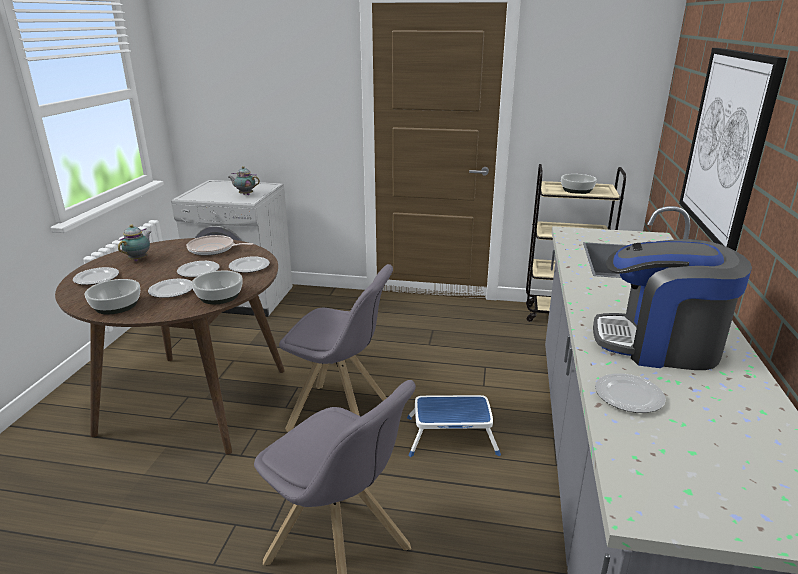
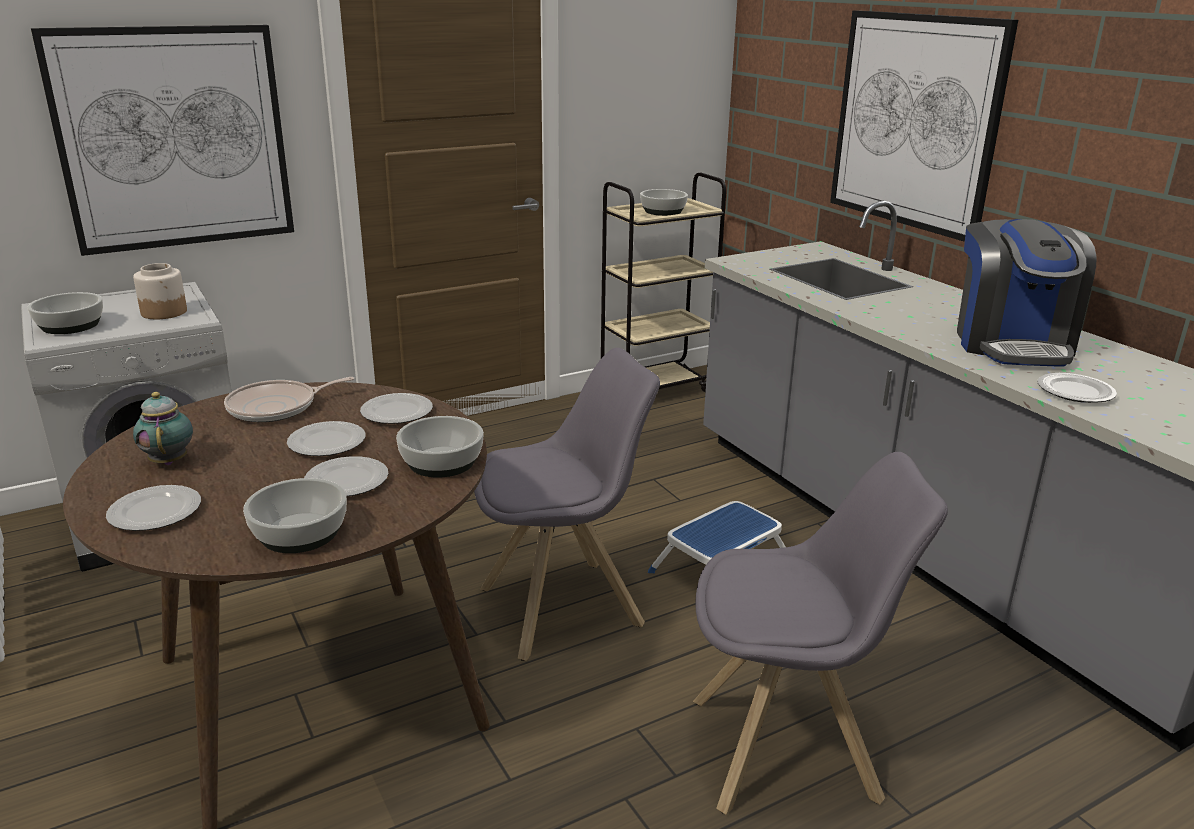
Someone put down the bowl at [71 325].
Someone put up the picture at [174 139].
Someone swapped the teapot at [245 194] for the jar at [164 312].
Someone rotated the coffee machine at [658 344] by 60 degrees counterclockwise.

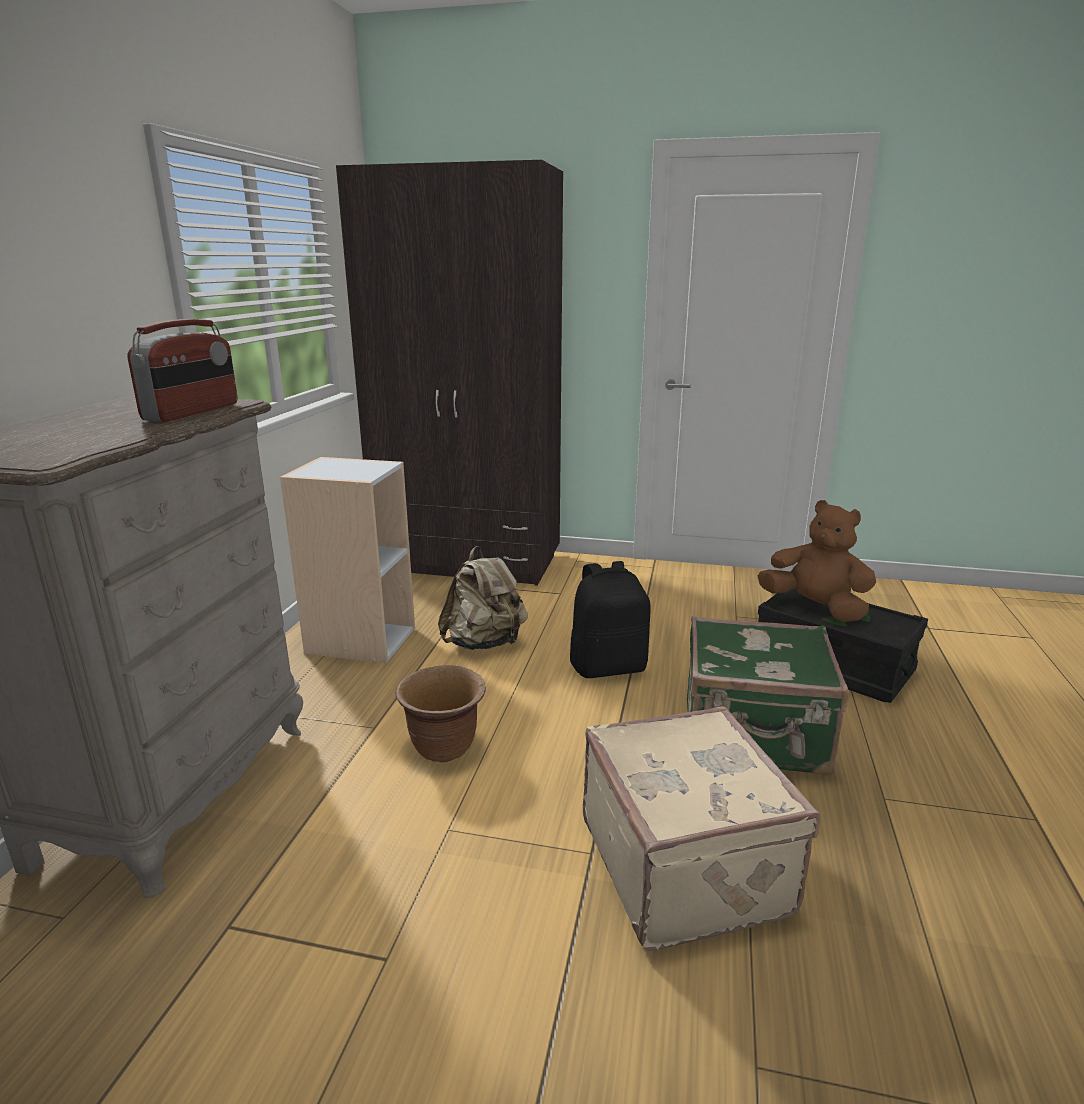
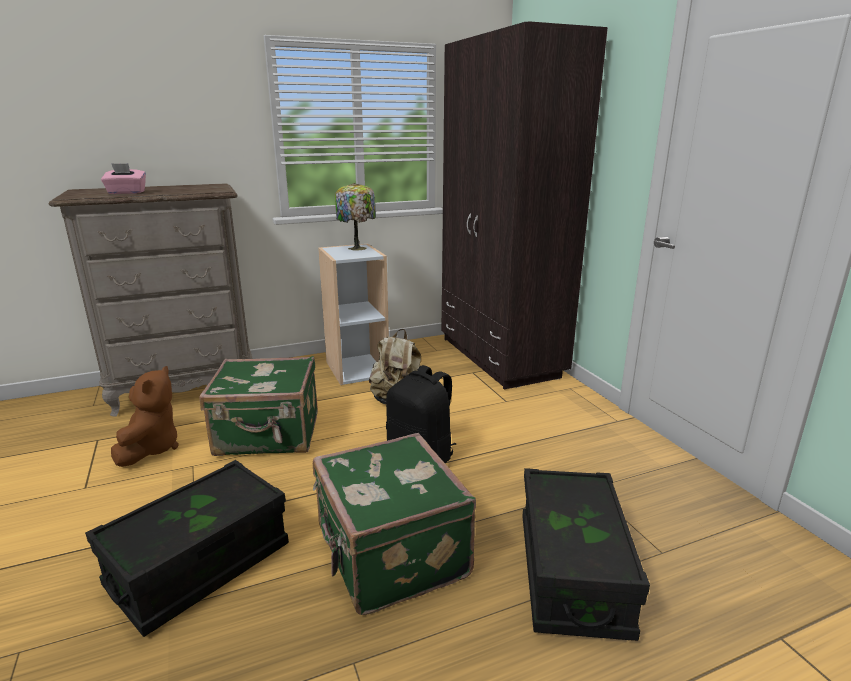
Someone took away the radio at [193 412].
Someone put down the pink tissue box at [126 193].
Someone put down the table lamp at [358 248].
Someone carried the brown plush toy from [815 607] to [151 448].
Someone swapped the brown planter at [444 747] for the green suitcase at [268 435].
Someone swapped the beige suitcase at [686 865] for the black storage box at [200 566].

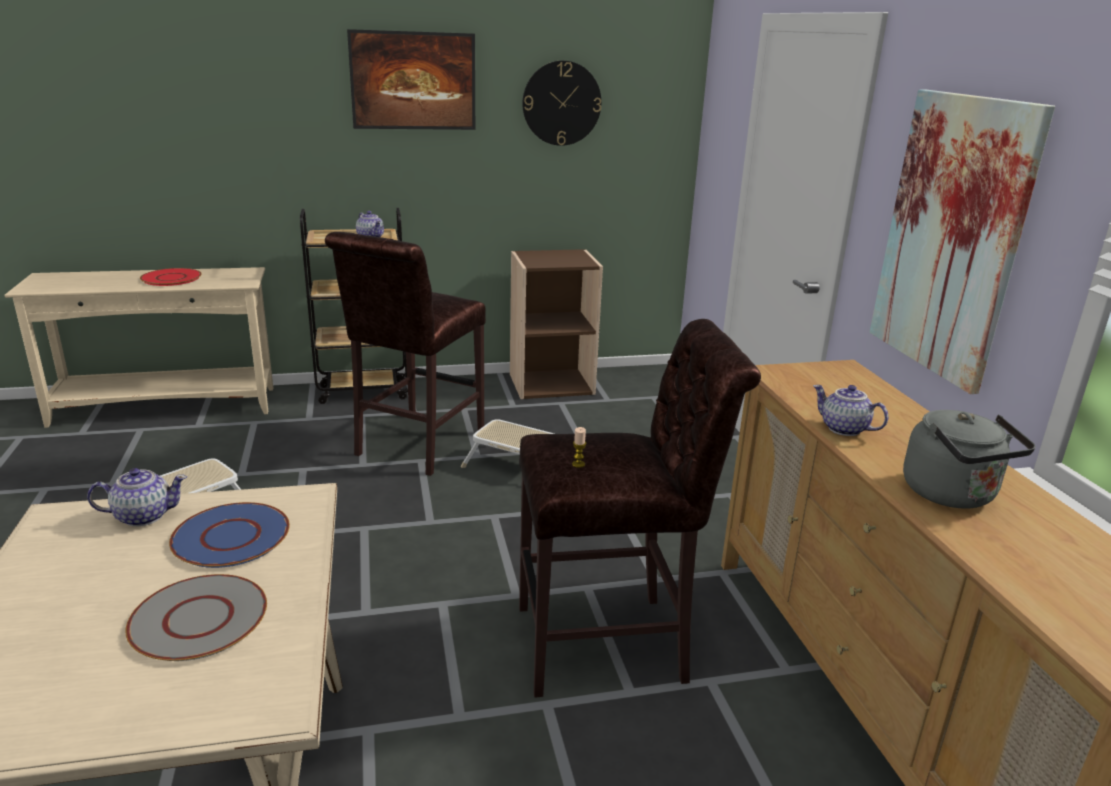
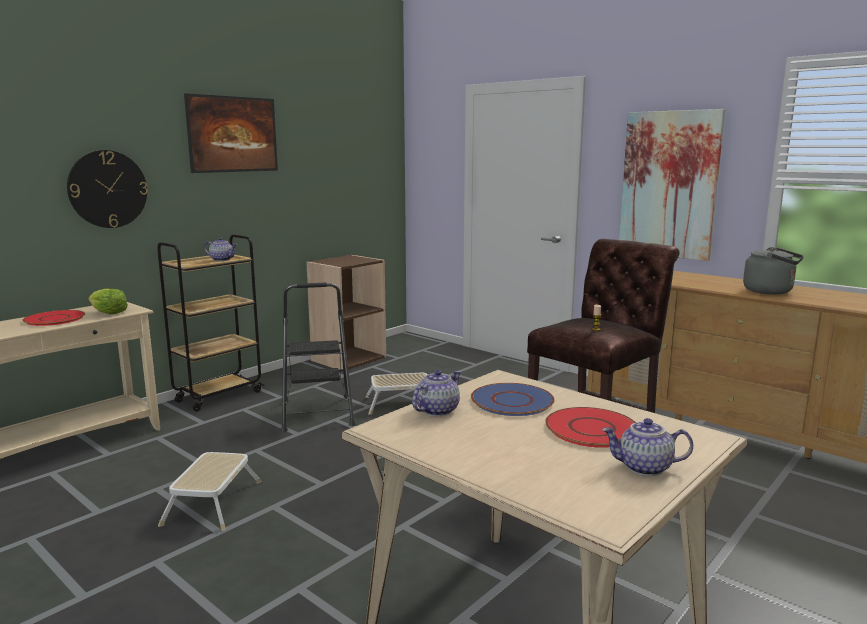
Someone put down the lettuce at [108 313].
Someone carried the wall clock from [561 103] to [108 189].
Someone carried the teapot from [843 429] to [644 468].
Someone swapped the brown stool at [415 446] for the black step ladder at [317 413].
Someone repainted the grey plate at [199 618], which became the red plate at [591 428].

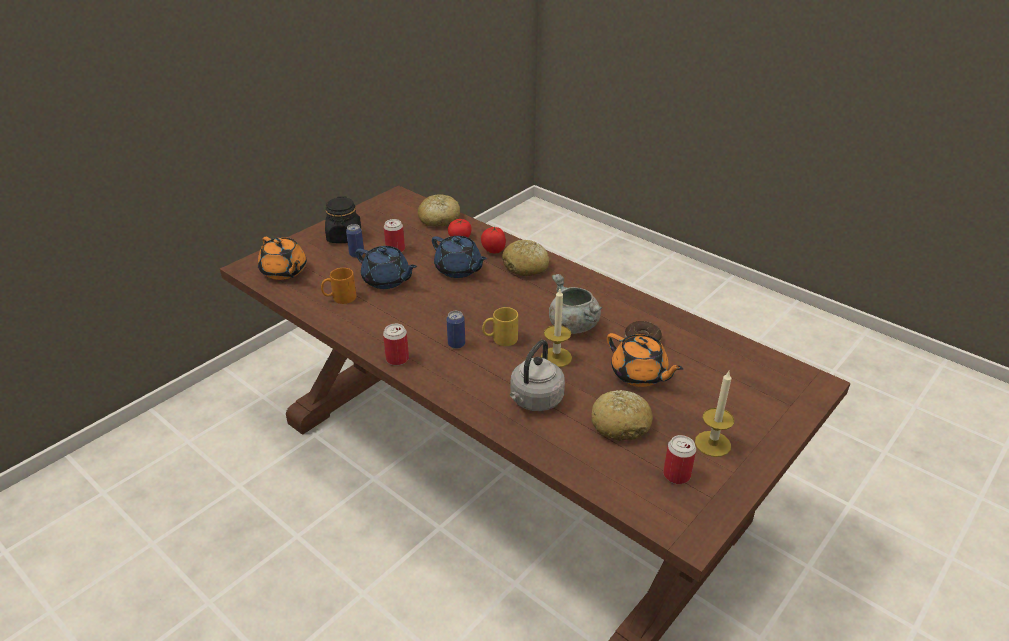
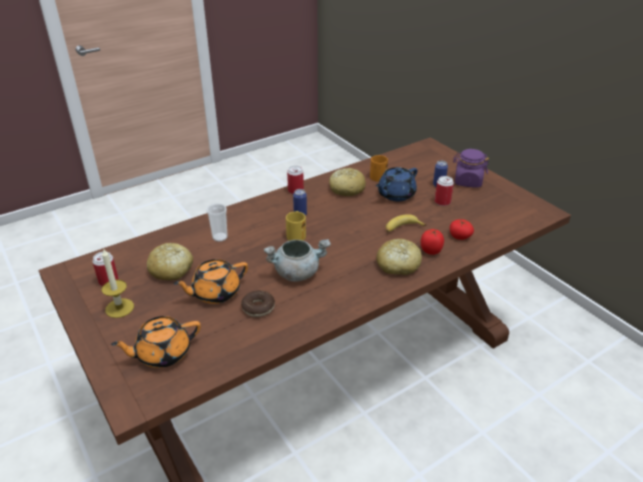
Someone took away the candle at [556 357].
Someone carried the orange teapot from [284 272] to [162 353].
Someone carried the bread from [439 219] to [346 189].
Someone swapped the blue teapot at [459 270] for the banana at [402 228].
Someone swapped the grey kettle at [535 401] for the cup at [220 237].
Someone repainted the black jar at [344 237], which became the purple jar at [467 181].

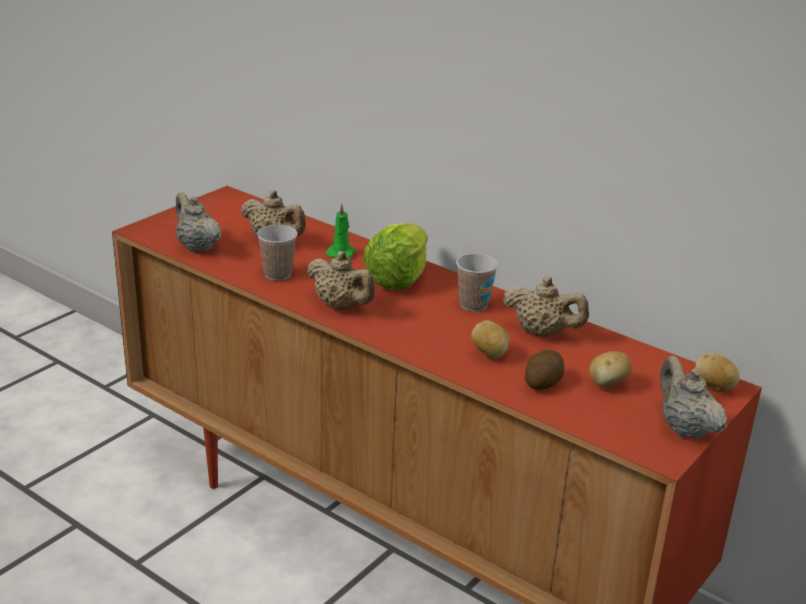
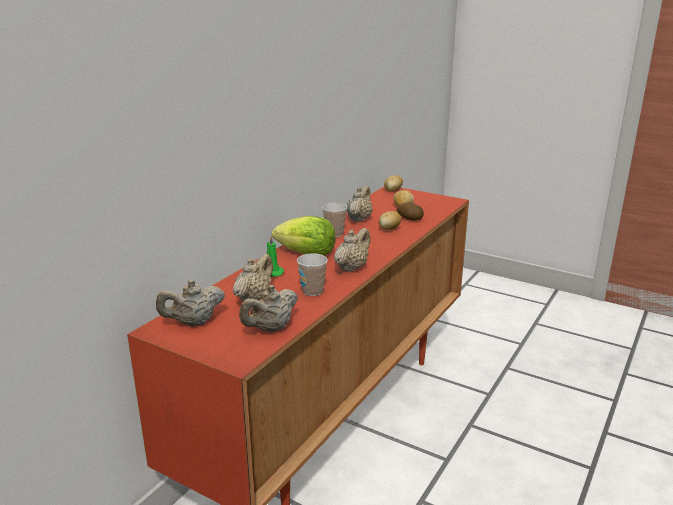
Someone carried the beige teapot from [684 428] to [193 322].

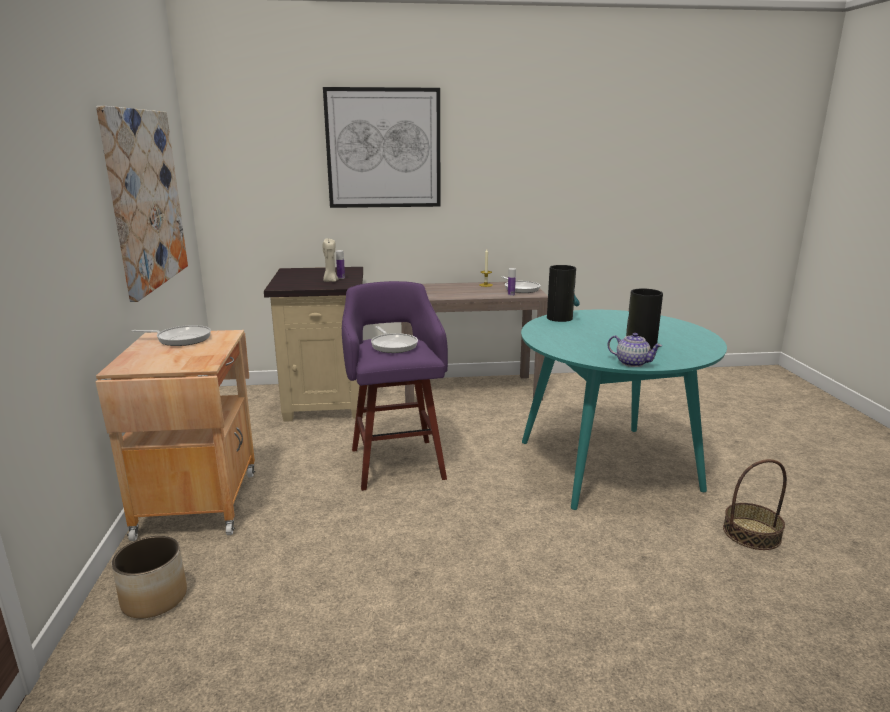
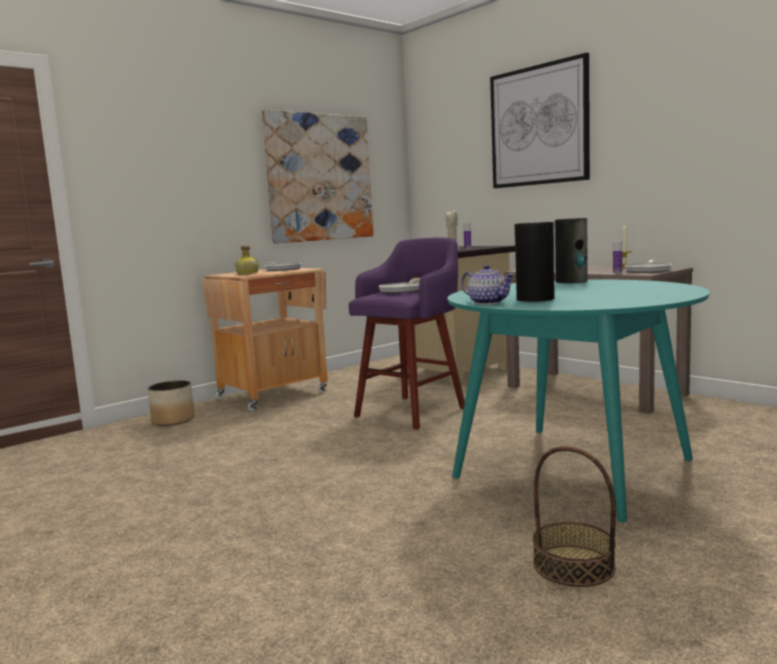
Someone put down the bottle at [247 273].
Someone rotated the teapot at [632 363] by 45 degrees counterclockwise.

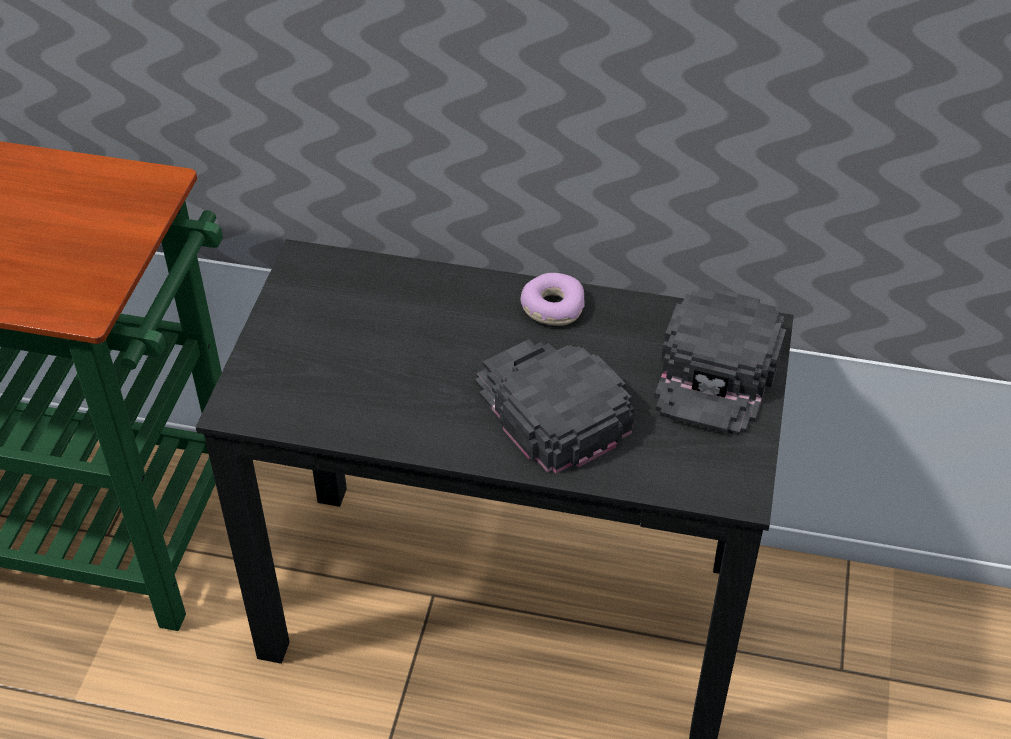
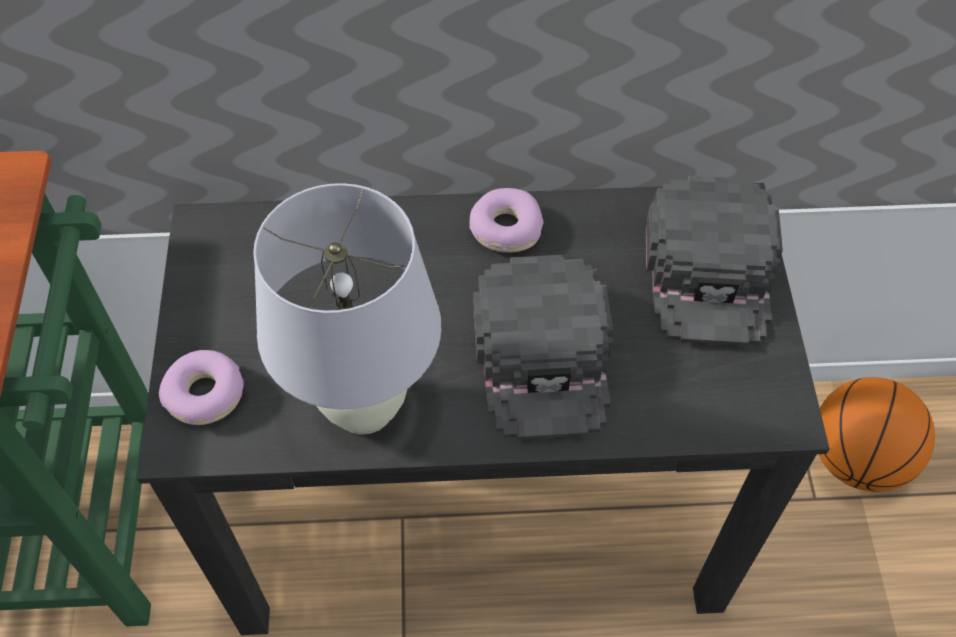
Someone put down the donut at [205 394].
Someone put down the white table lamp at [364 407].
Someone put down the basketball at [856 459].
Someone rotated the black cap at [550 407] by 135 degrees counterclockwise.

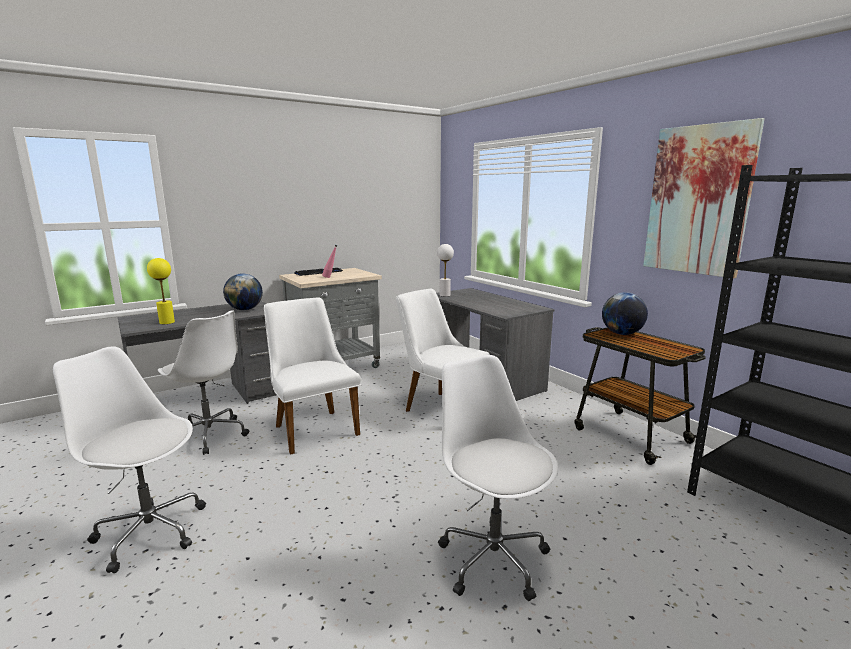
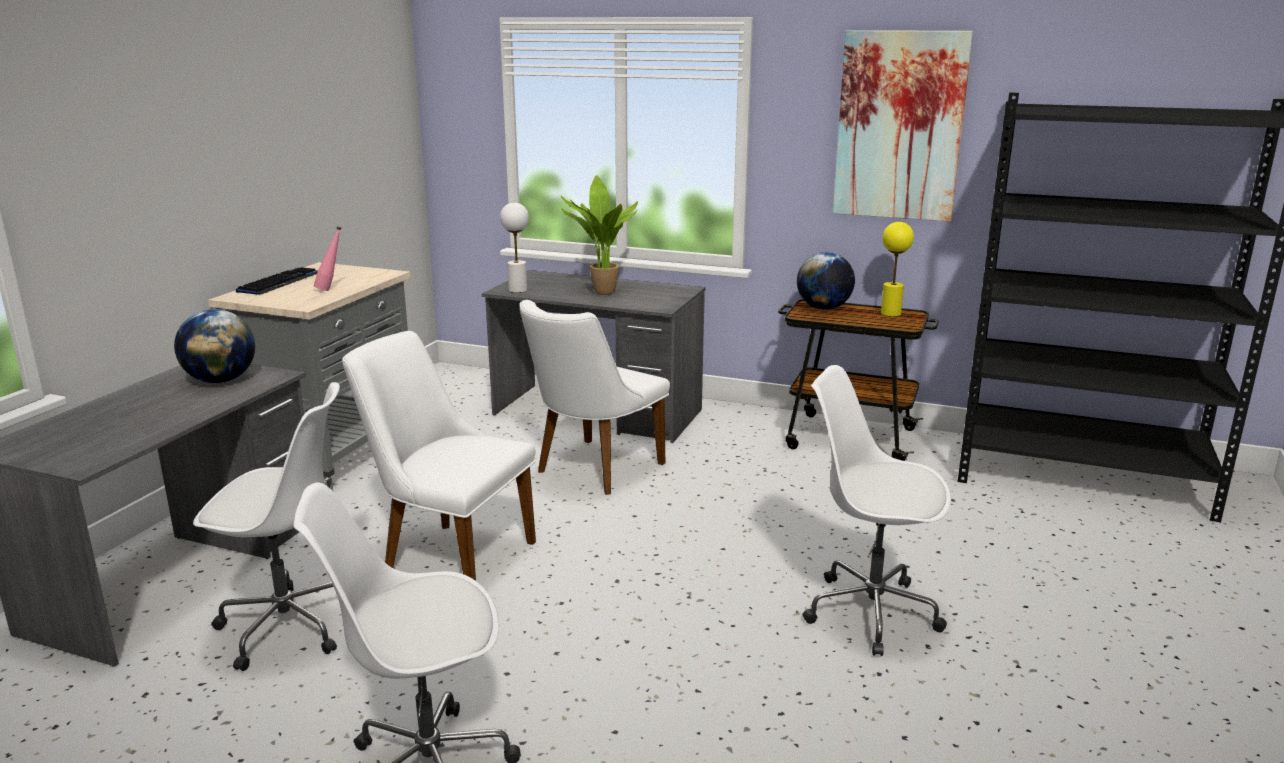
Someone put down the potted plant at [601 292].
Someone carried the yellow table lamp from [167 322] to [891 313].
Someone rotated the white chair at [438 407] by 60 degrees counterclockwise.

